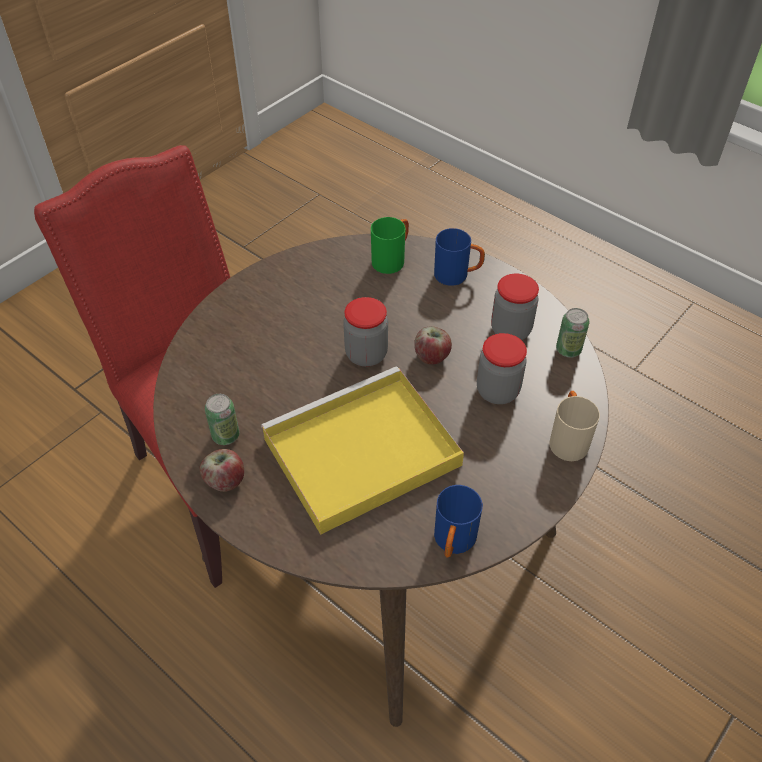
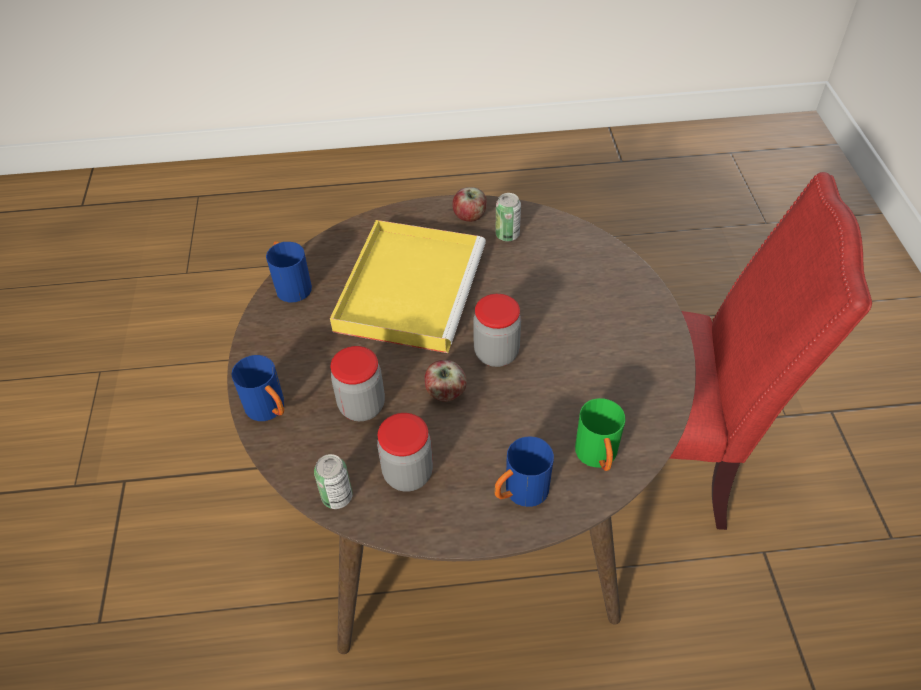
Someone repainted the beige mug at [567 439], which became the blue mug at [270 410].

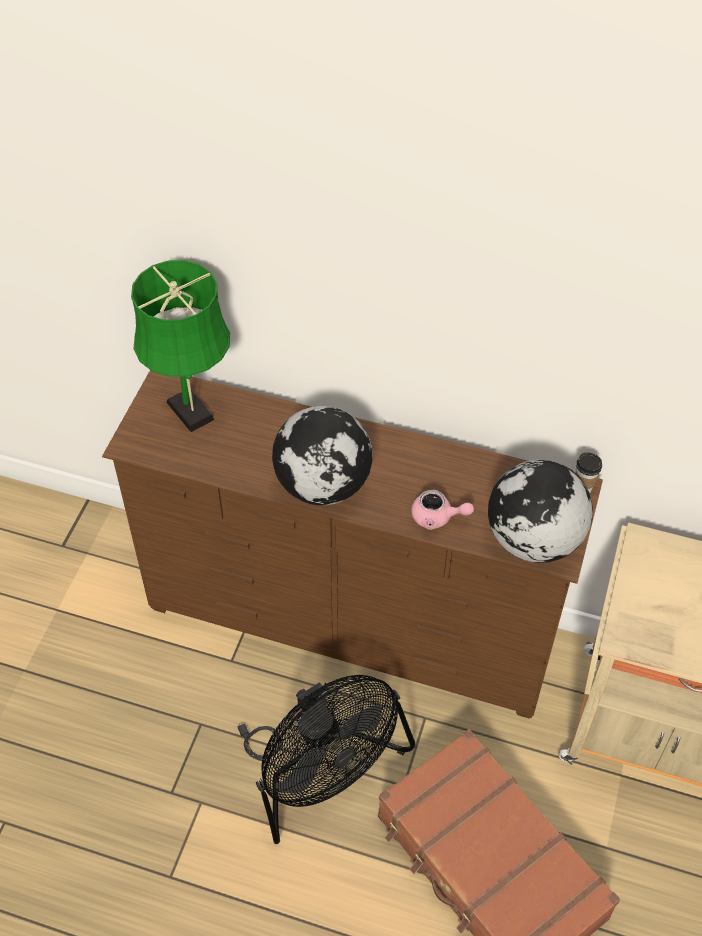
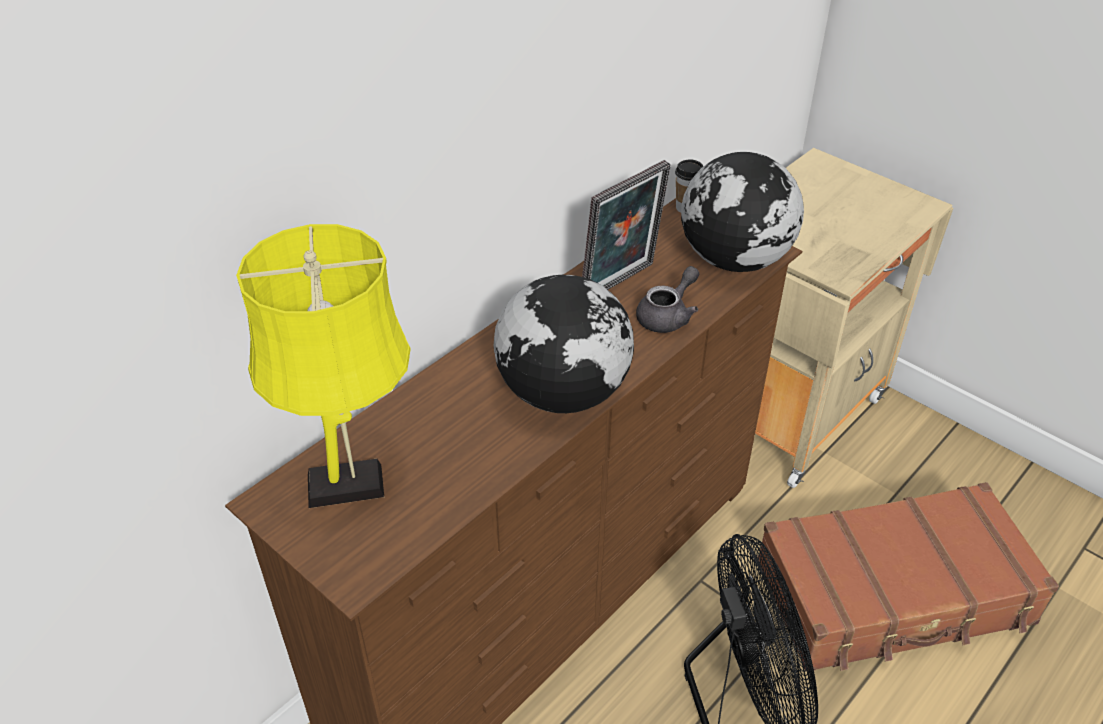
Someone put down the picture frame at [621 284].
Someone repainted the green table lamp at [193 414], which became the yellow table lamp at [354 484].
Someone repainted the pink teapot at [437 517], which became the grey teapot at [668 316].

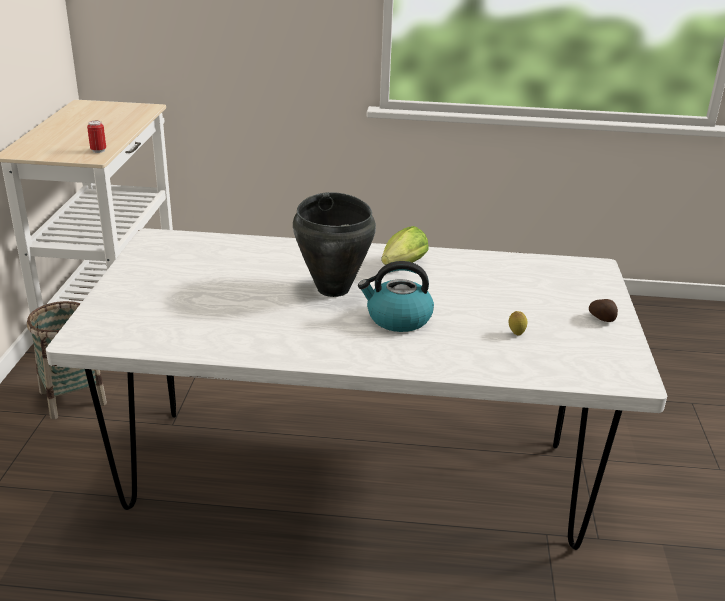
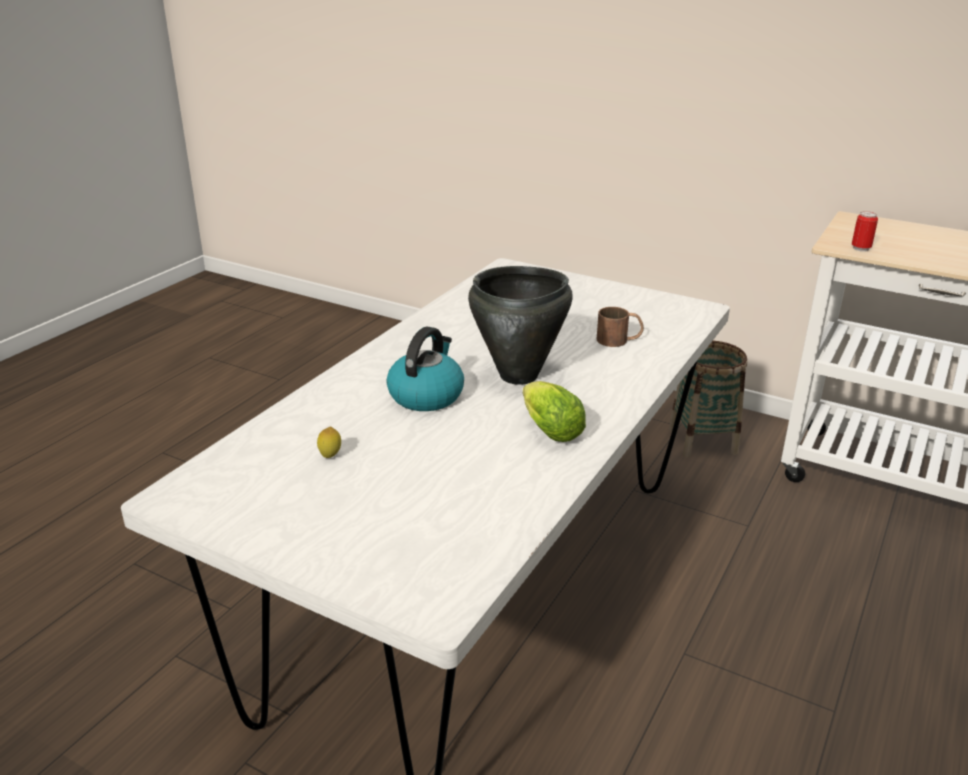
Someone took away the potato at [602 319].
Someone put down the brown mug at [619 340].

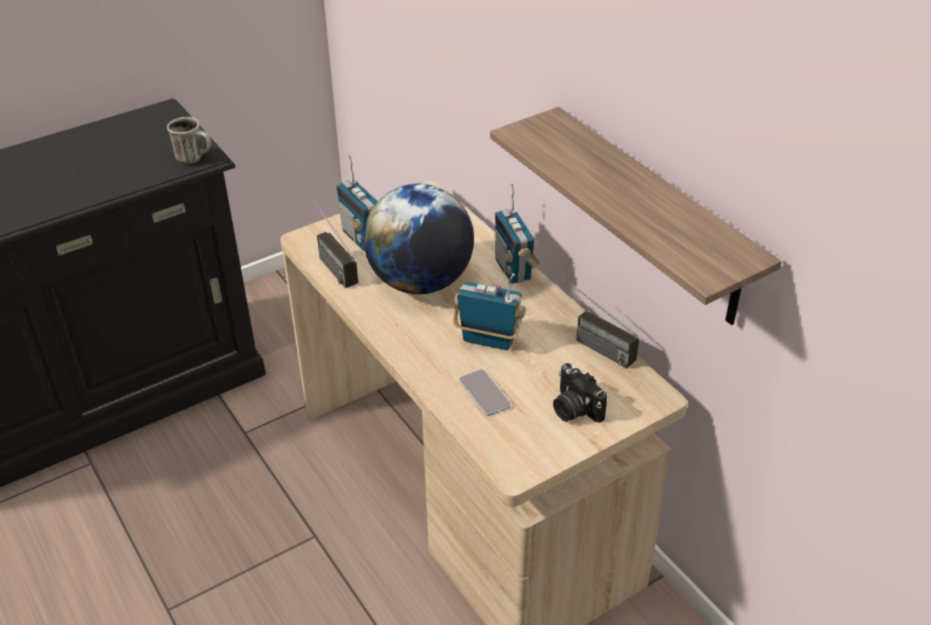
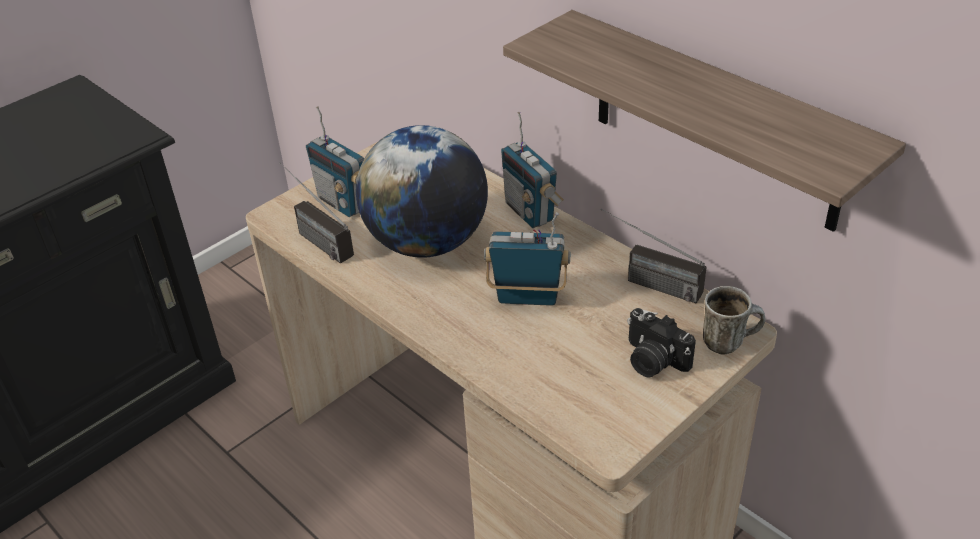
Someone took away the phone at [484 393].
Someone carried the mug from [195 159] to [729 341].

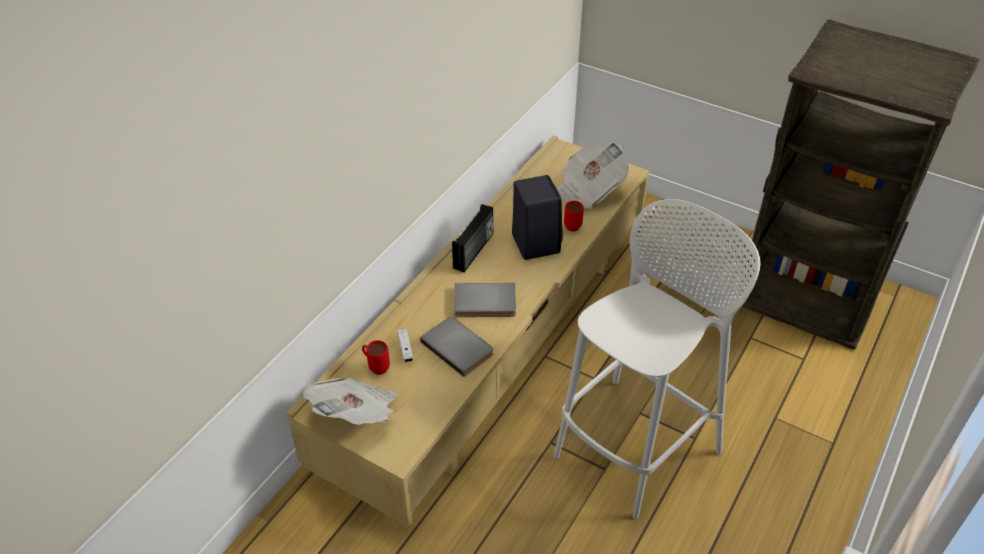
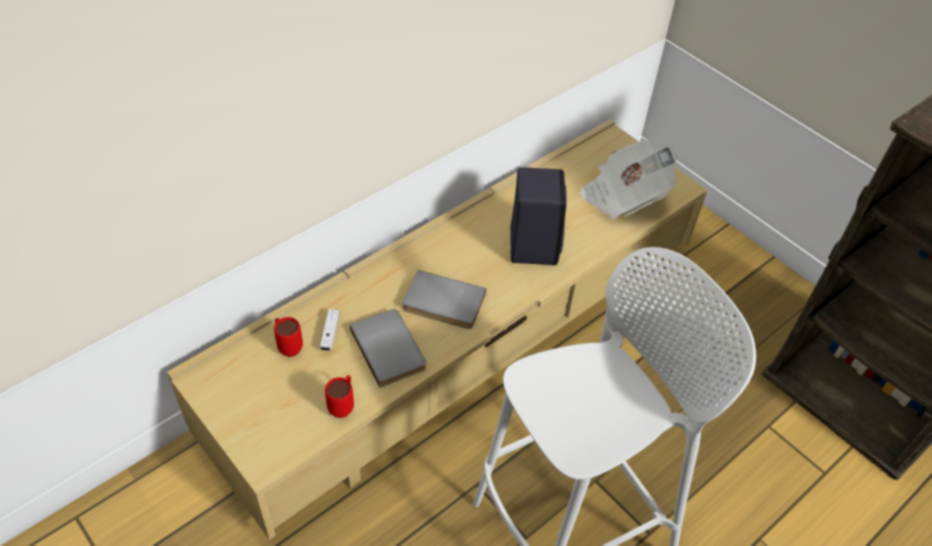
Someone took away the newspaper at [356 414].
Someone took away the radio at [474 251].
Someone carried the red mug from [572 225] to [343 405].

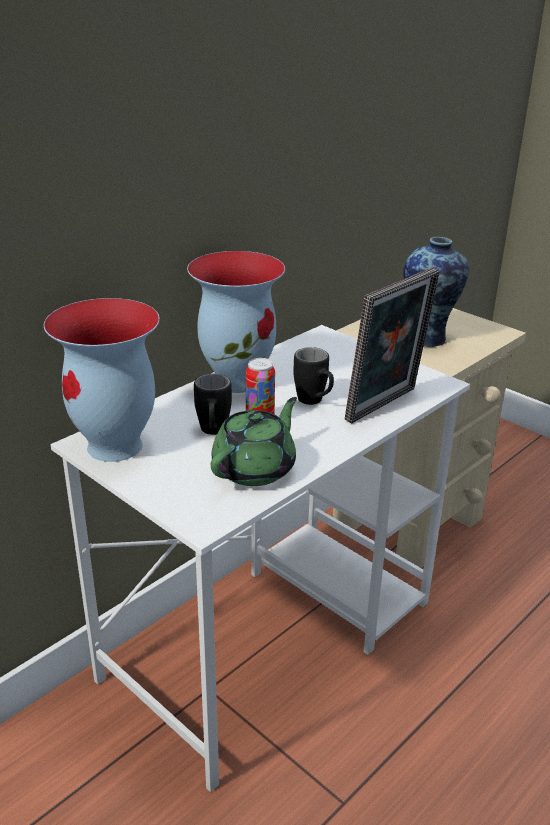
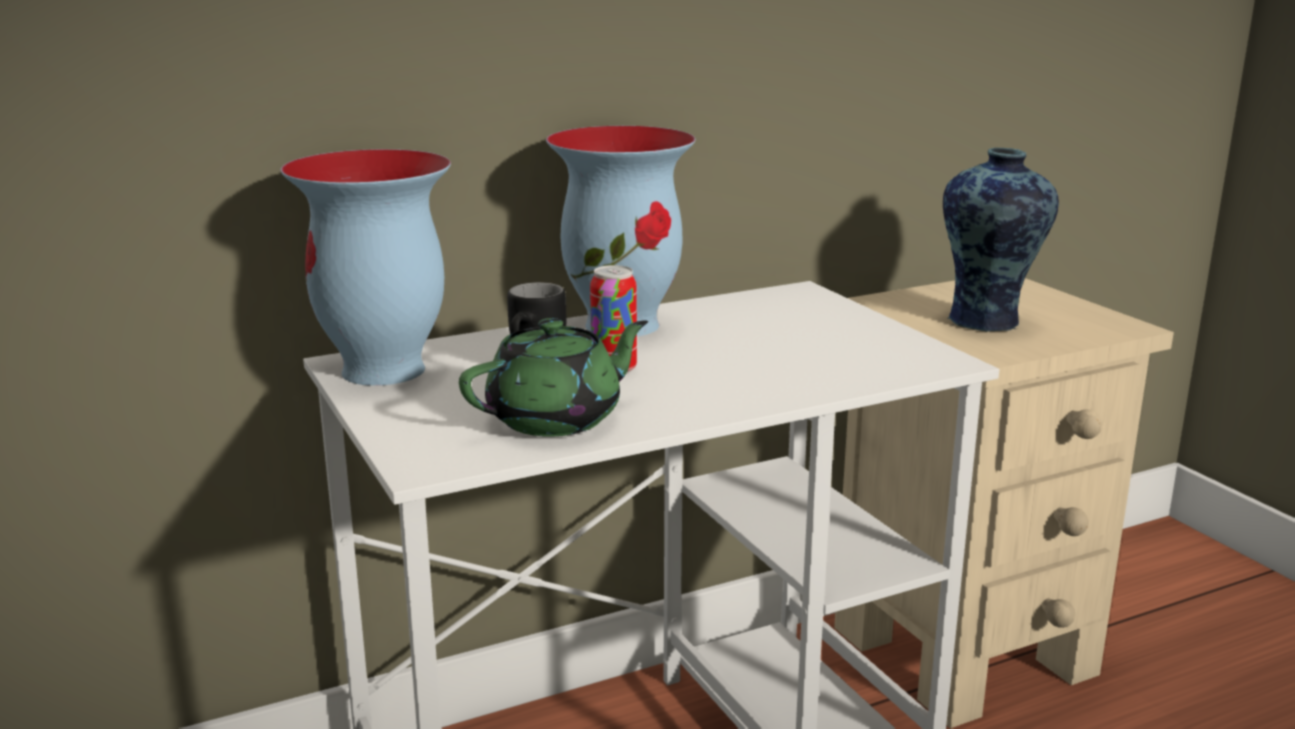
Someone took away the black mug at [314 402].
Someone took away the picture frame at [385 406].

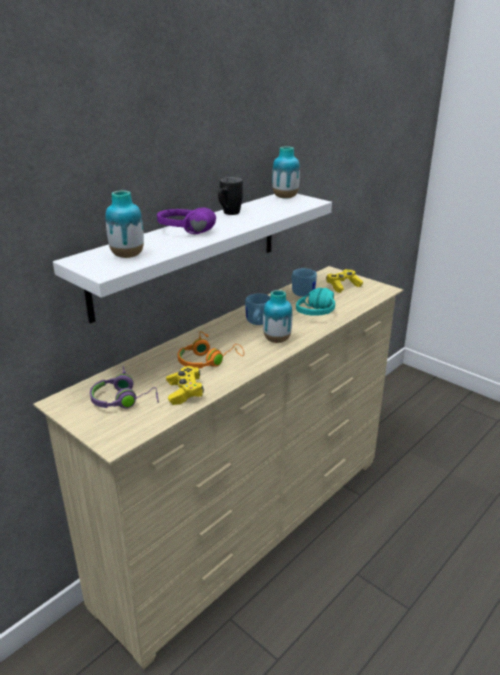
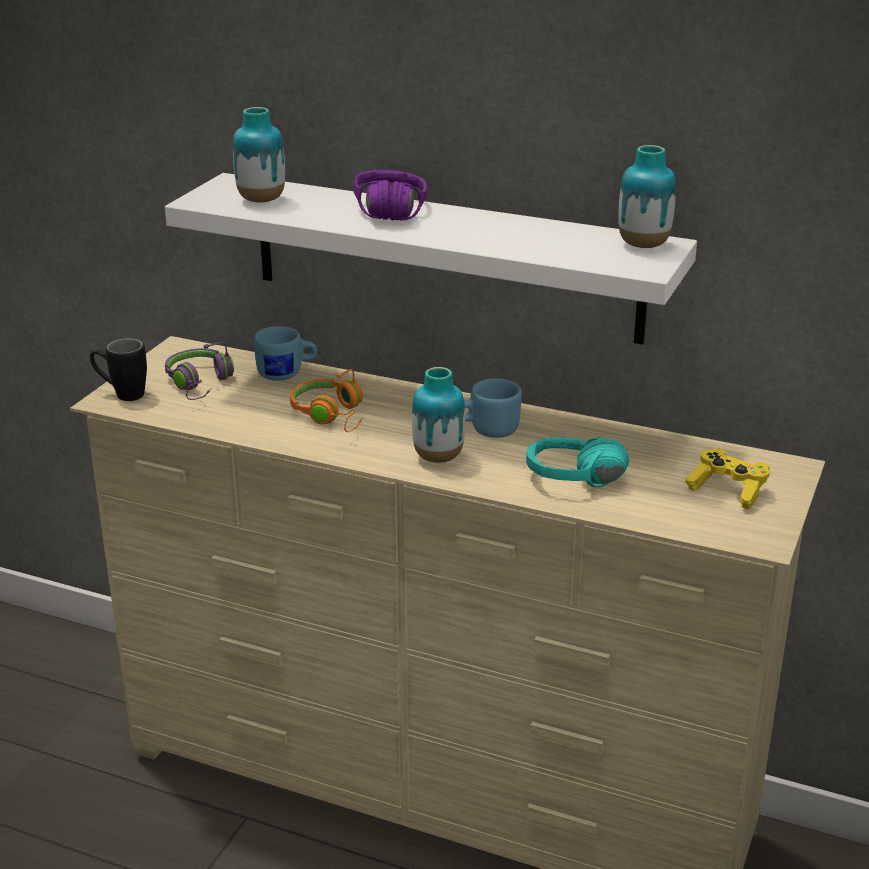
Someone took away the yellow game controller at [185 392].
Someone carried the black mug from [228 214] to [121 394].
Someone carried the blue mug from [304 292] to [286 374].

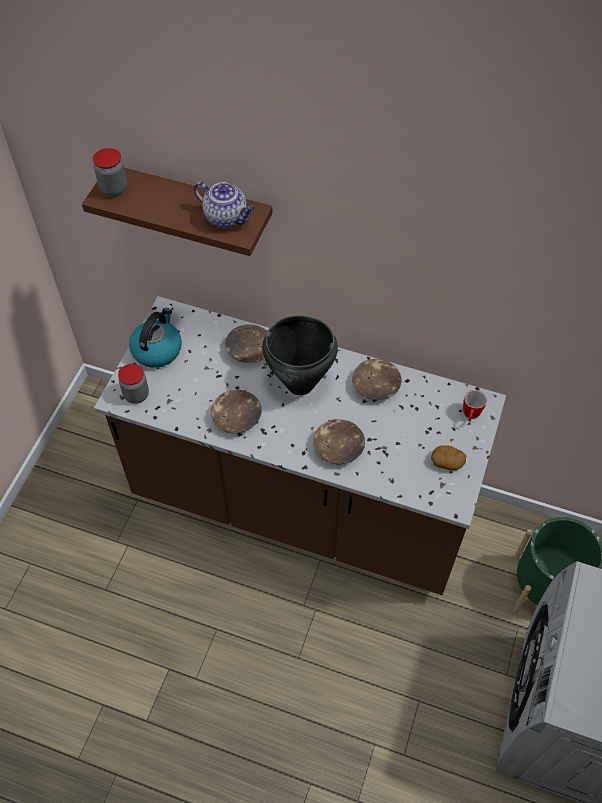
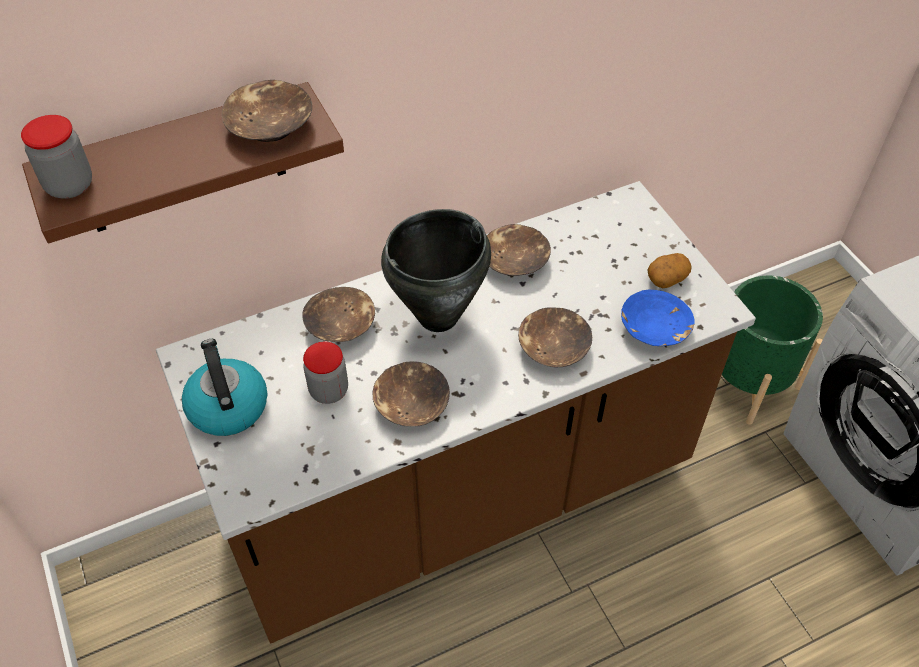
Someone took away the mug at [470 416].
Someone put down the blue bowl at [654 328].
Someone carried the jar from [136 395] to [329 390].
Someone swapped the teapot at [227 218] for the brown bowl at [271 125].

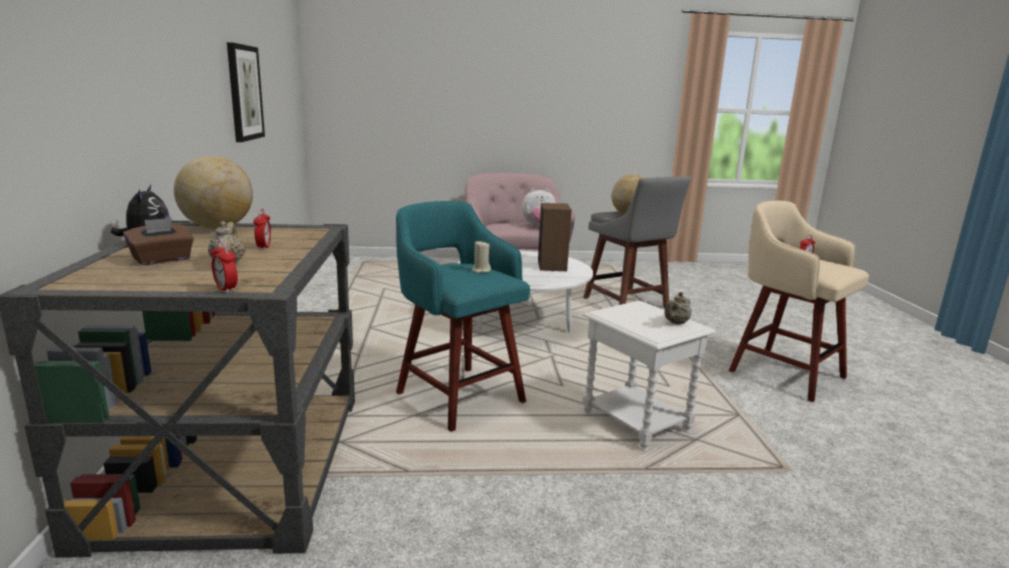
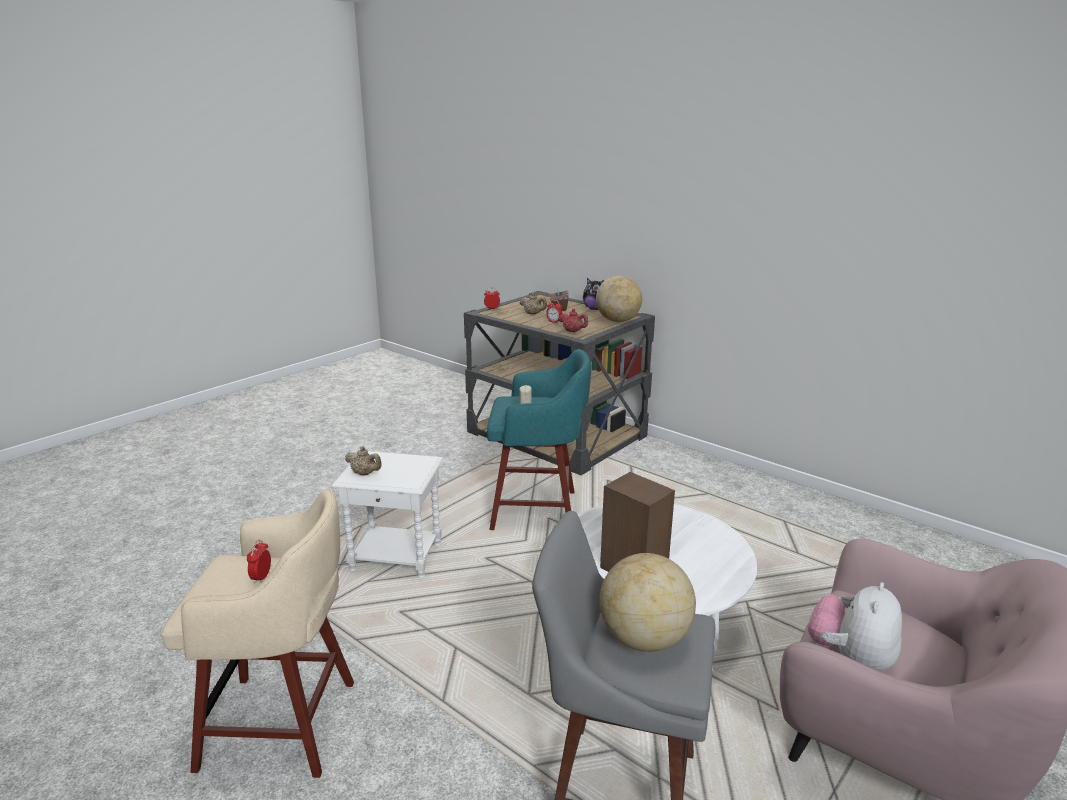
Someone took away the picture at [244 93].
Someone put down the red teapot at [573 331].
Someone rotated the beige teapot at [676 323] by 120 degrees clockwise.

